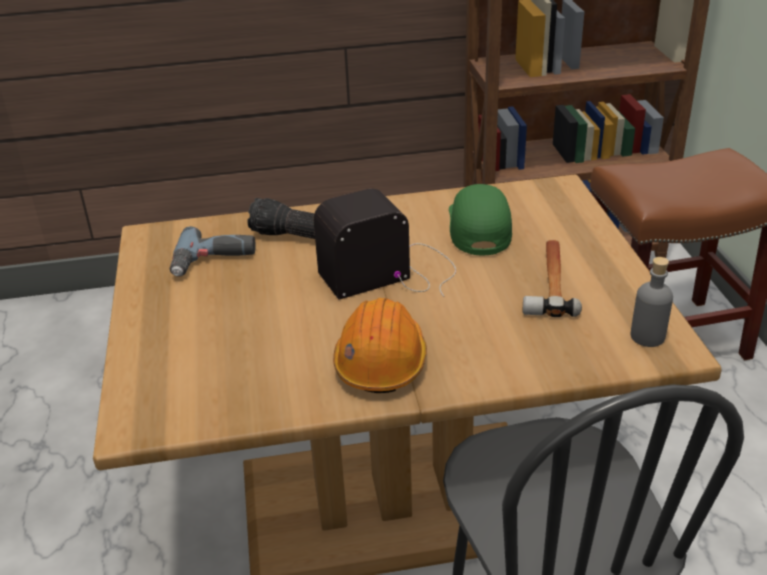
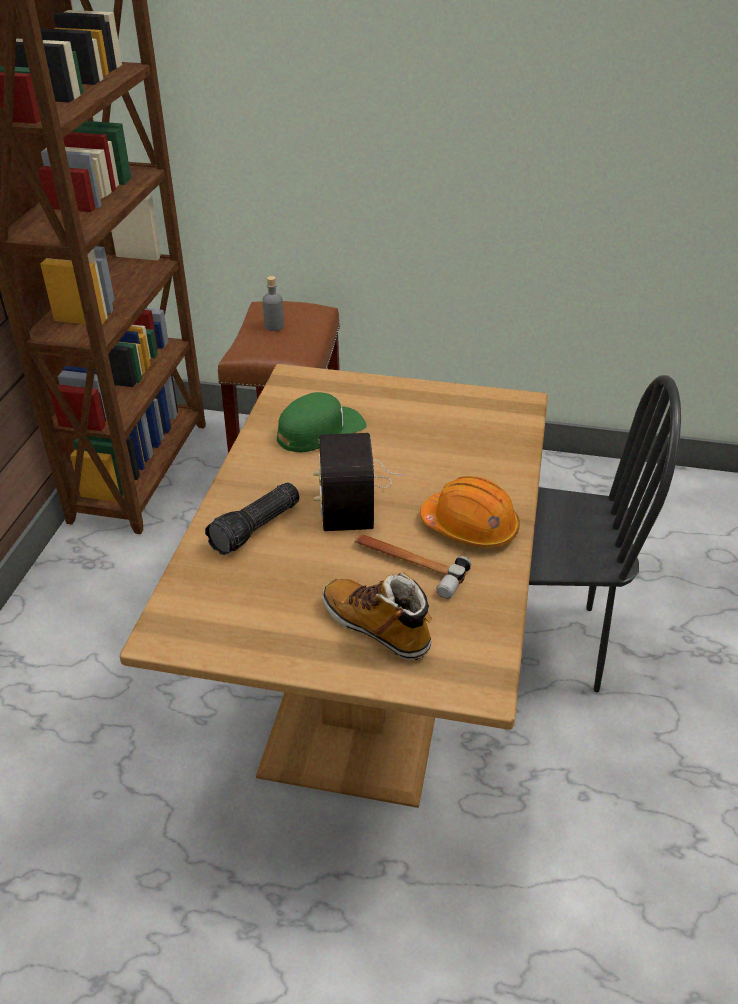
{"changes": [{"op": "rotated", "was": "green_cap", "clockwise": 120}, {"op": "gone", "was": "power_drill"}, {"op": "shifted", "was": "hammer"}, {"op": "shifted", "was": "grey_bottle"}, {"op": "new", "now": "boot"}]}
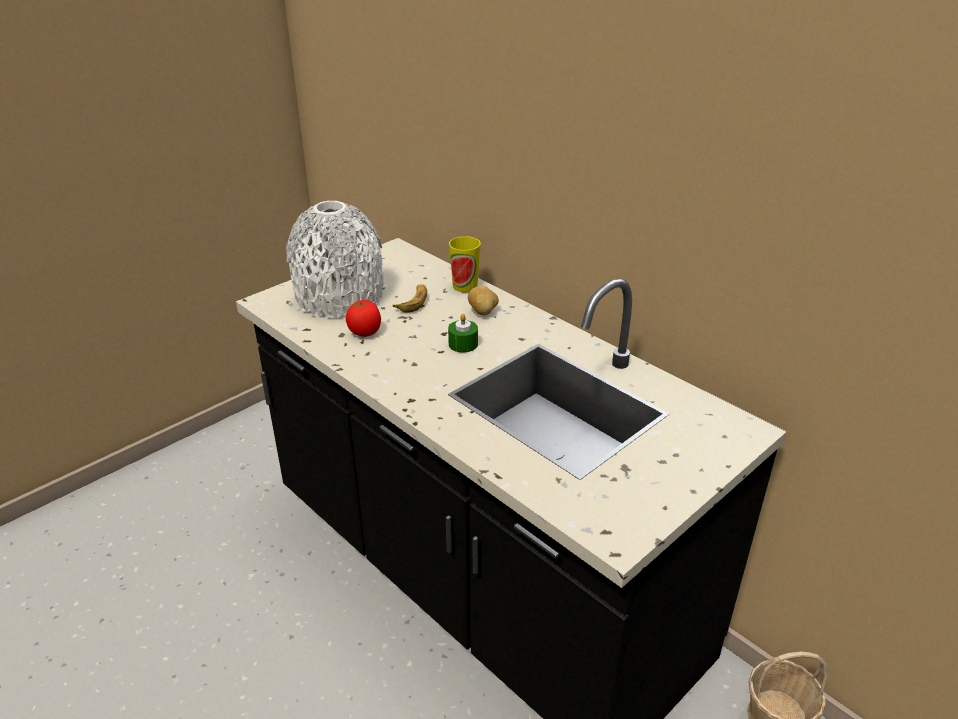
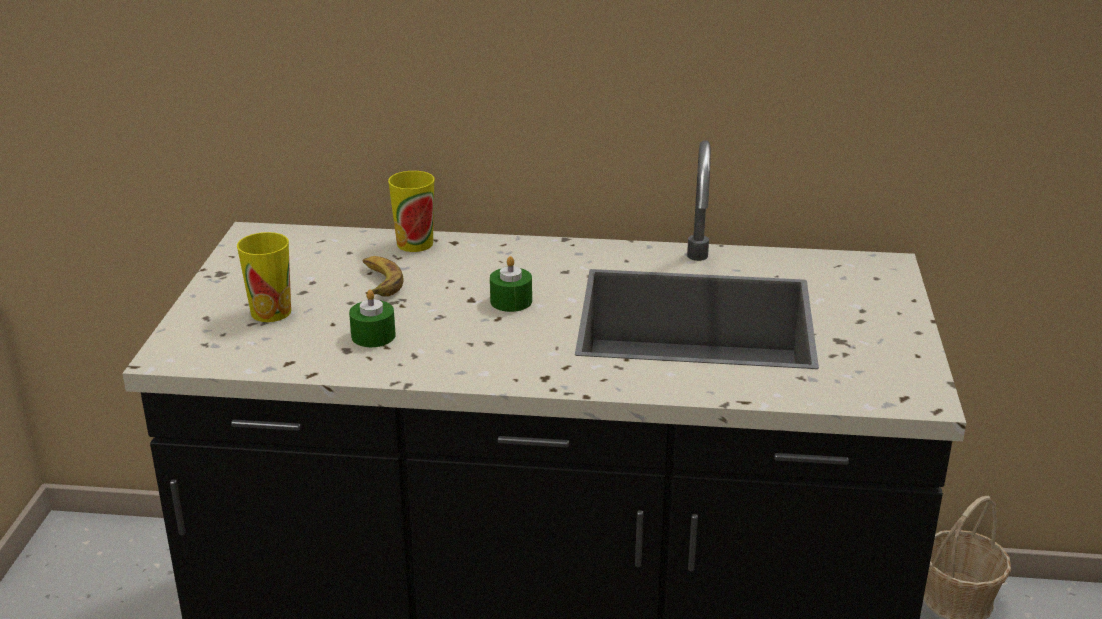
{"changes": [{"op": "swapped", "was": "white_vase", "now": "cup (no. 1 from left)"}, {"op": "gone", "was": "potato"}, {"op": "swapped", "was": "tomato", "now": "green_candle (no. 1 from left)"}]}
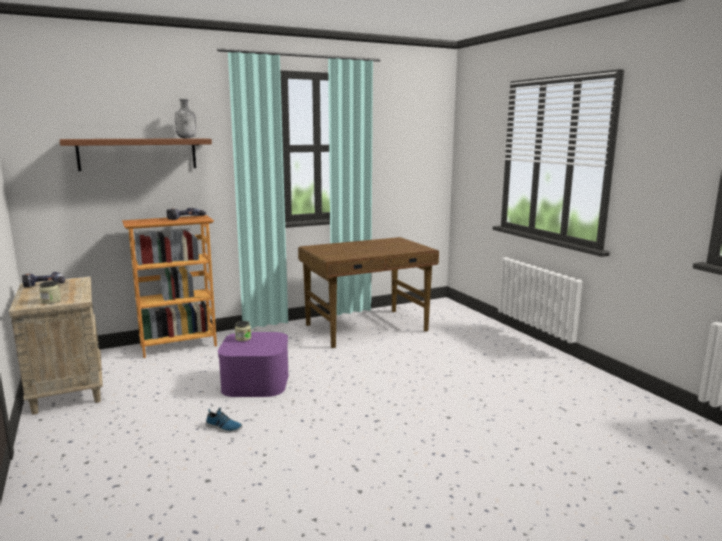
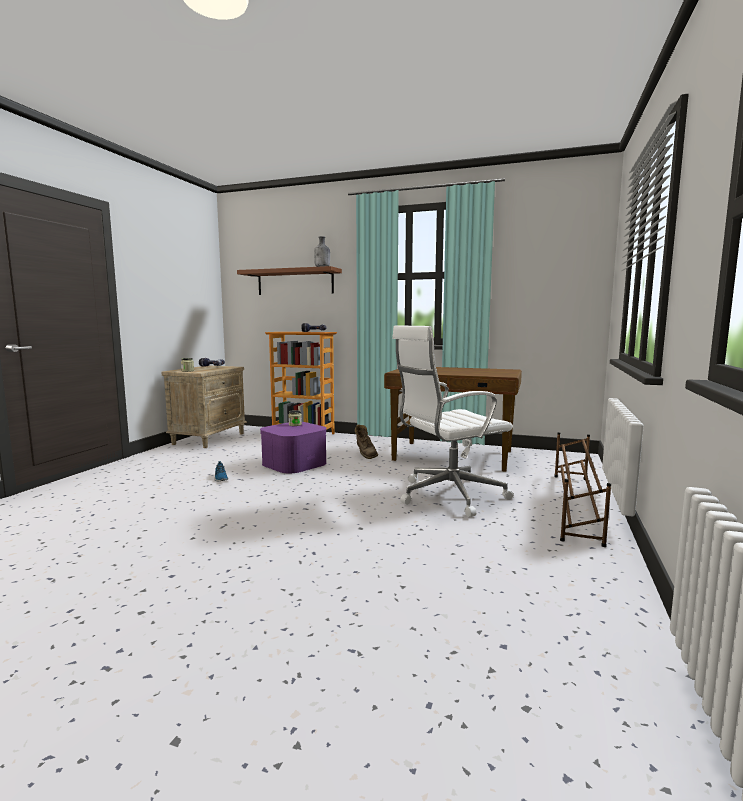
{"changes": [{"op": "new", "now": "white_office_chair"}, {"op": "new", "now": "brown_boot"}, {"op": "new", "now": "brown_shoe_rack"}]}
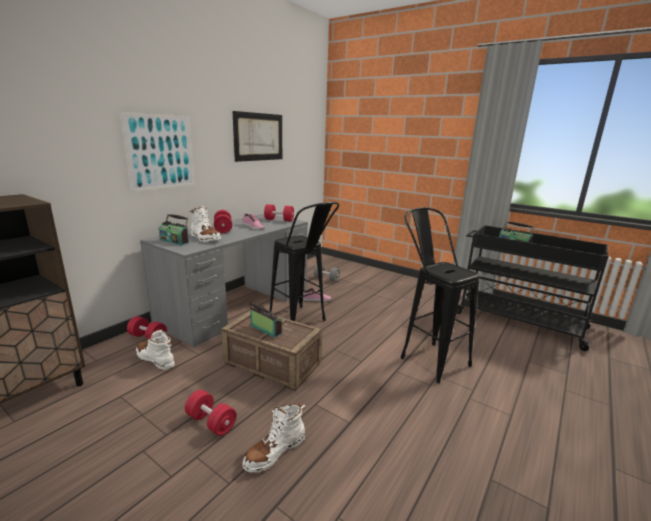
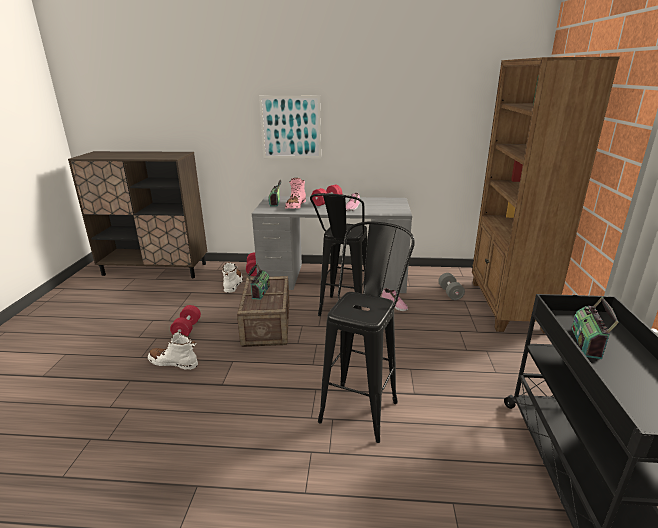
{"changes": [{"op": "gone", "was": "picture (no. 2 from left)"}, {"op": "gone", "was": "red_dumbbell (no. 4 from left)"}, {"op": "repainted", "was": "white_boot (no. 2 from left)", "now": "pink_boot"}, {"op": "new", "now": "brown_bookcase"}]}
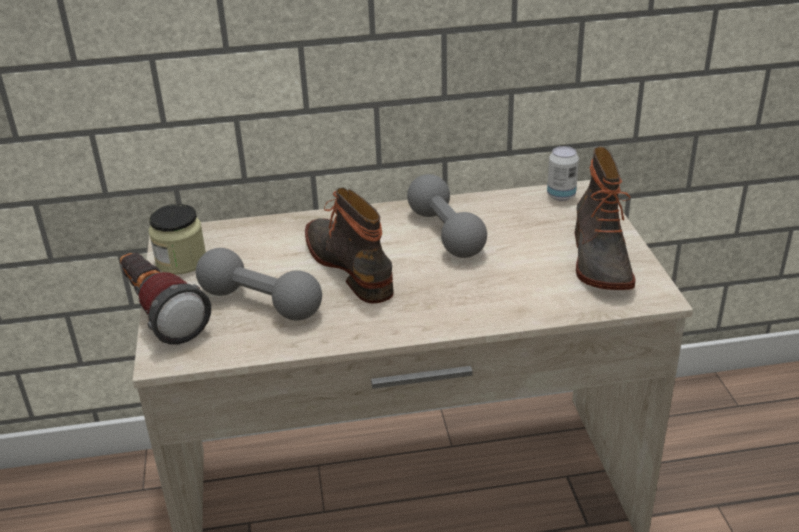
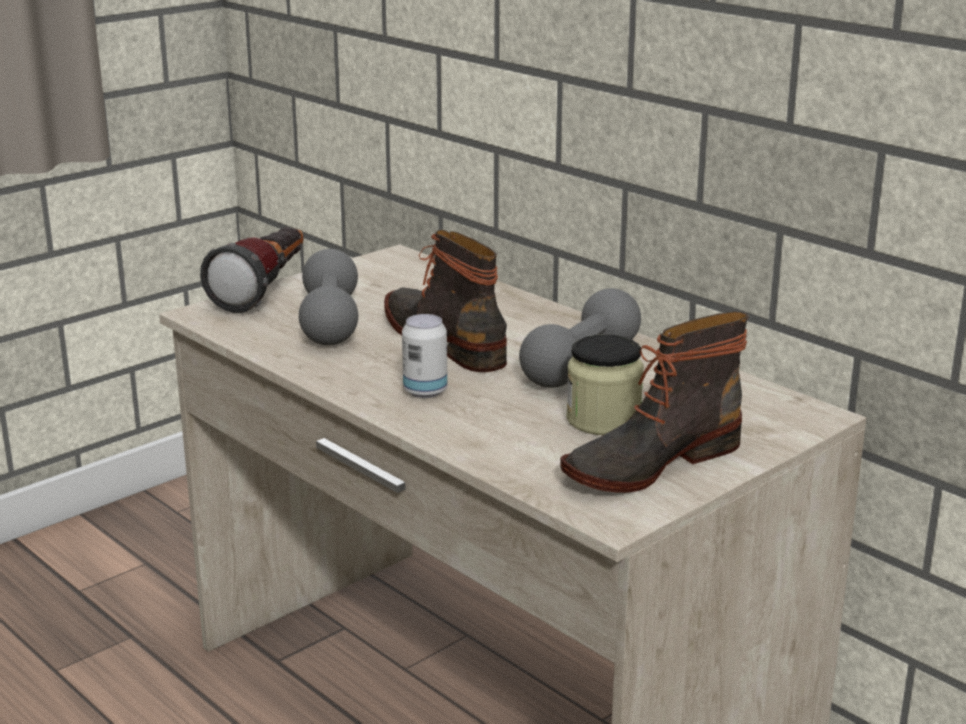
{"changes": [{"op": "shifted", "was": "can"}, {"op": "rotated", "was": "boot (no. 1 from left)", "clockwise": -60}, {"op": "shifted", "was": "jar"}]}
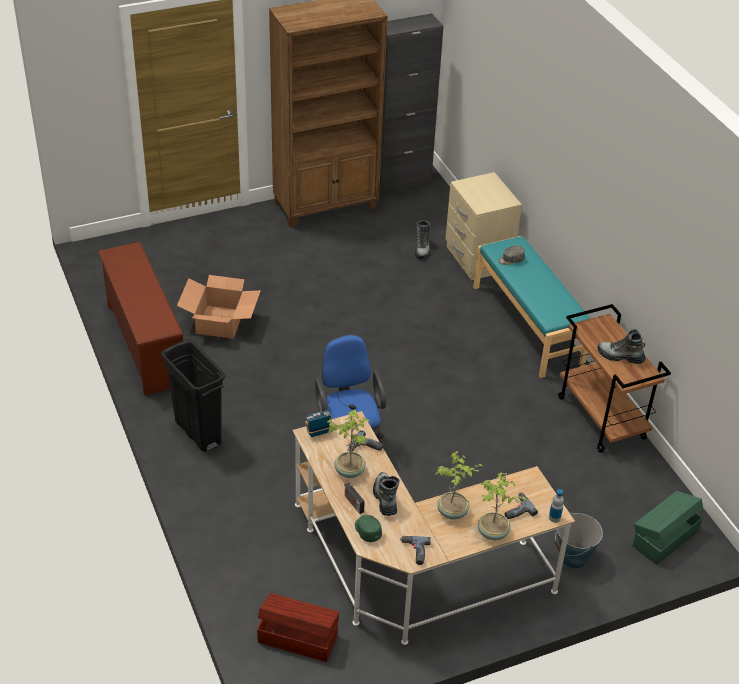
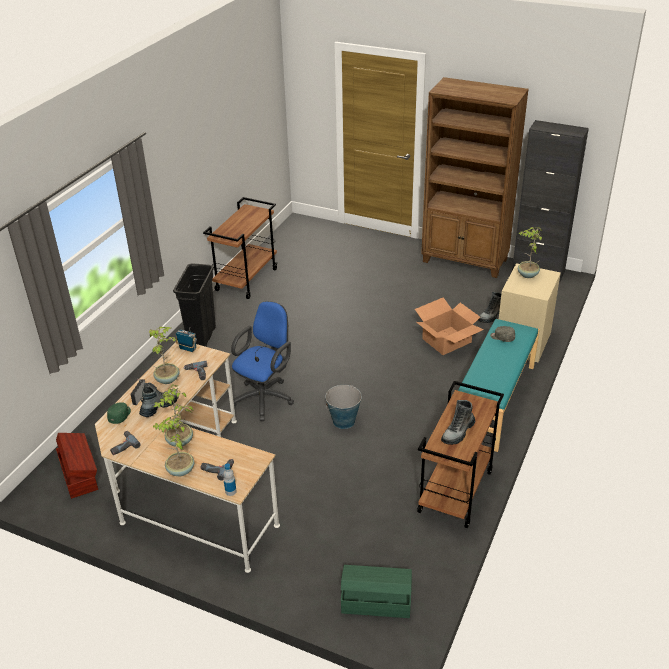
{"changes": [{"op": "swapped", "was": "brown_shoe_rack", "now": "brown_cart (no. 1 from left)"}, {"op": "shifted", "was": "cardboard_box"}, {"op": "rotated", "was": "boot (no. 3 from left in the first image)", "clockwise": -120}, {"op": "shifted", "was": "bucket"}, {"op": "new", "now": "potted_plant (no. 4 from left)"}]}
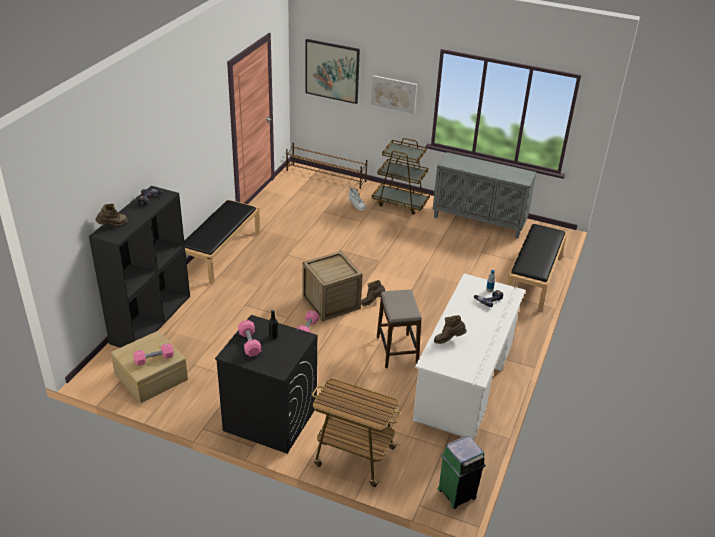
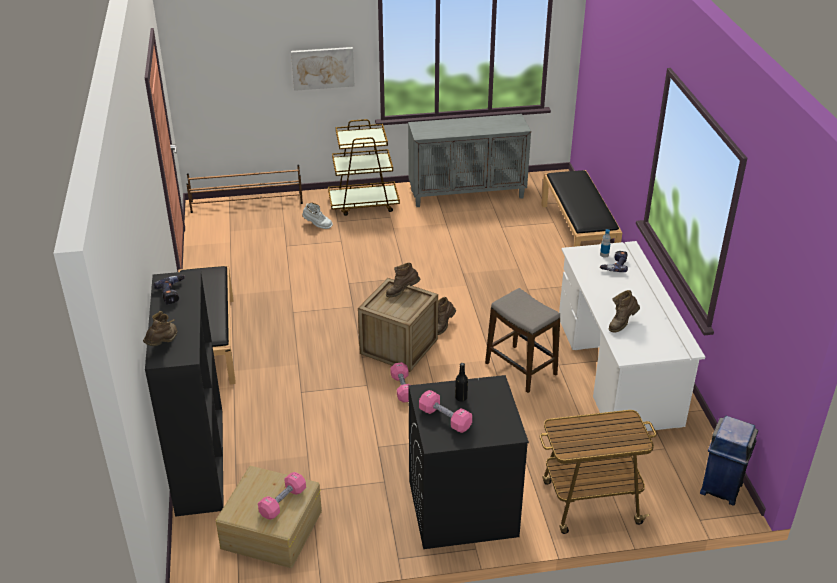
{"changes": [{"op": "gone", "was": "picture (no. 1 from left)"}, {"op": "repainted", "was": "green_trash_can", "now": "blue_trash_can"}, {"op": "new", "now": "brown_boot (no. 2 from left)"}]}
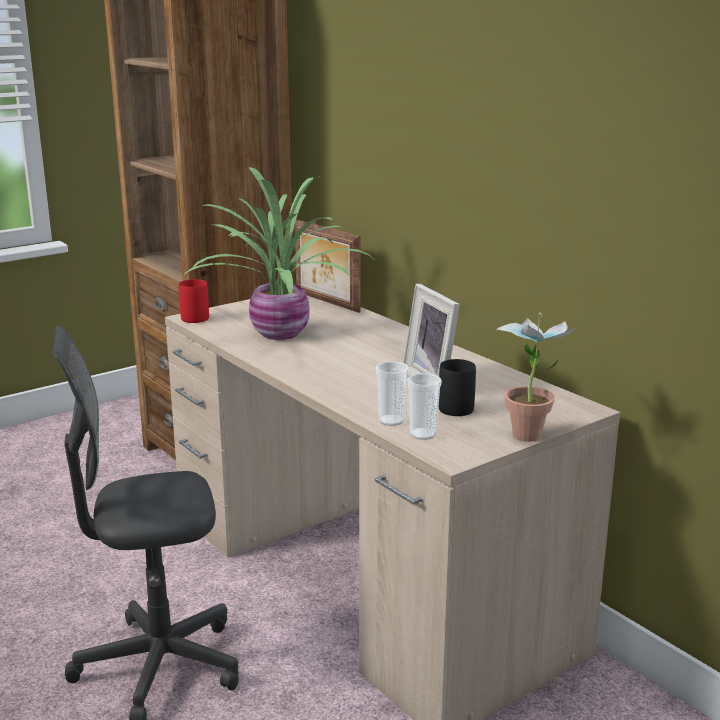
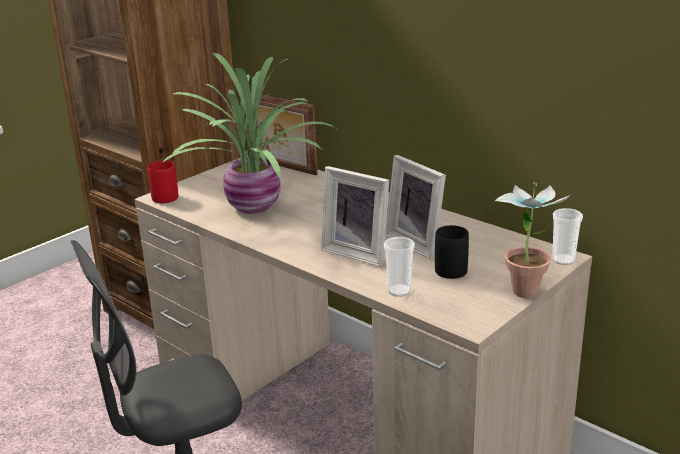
{"changes": [{"op": "shifted", "was": "cup (no. 2 from left)"}, {"op": "new", "now": "picture_frame (no. 2 from left)"}]}
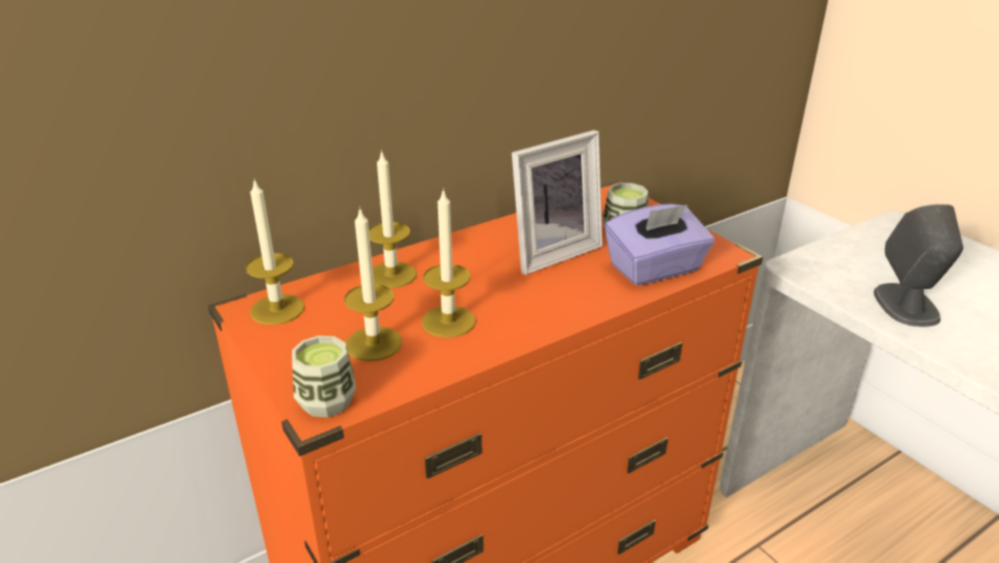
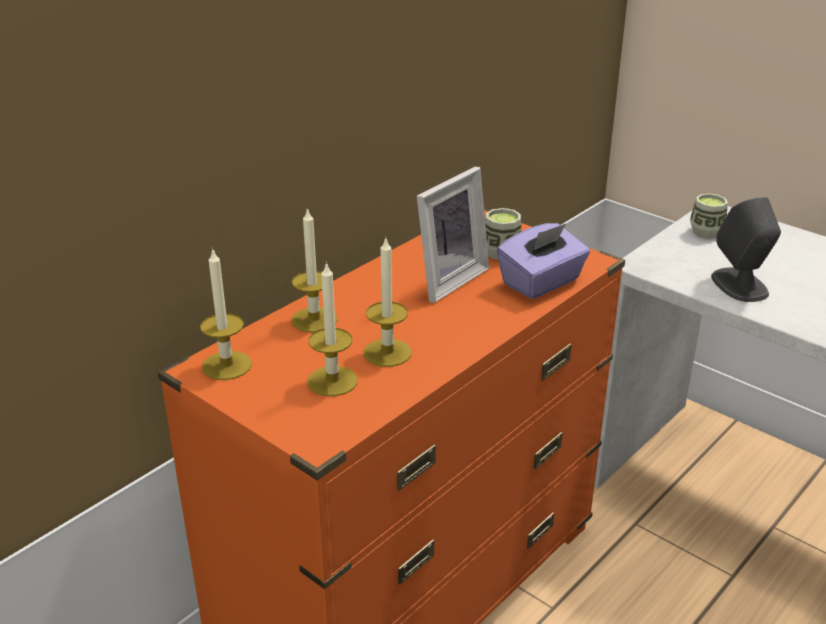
{"changes": [{"op": "shifted", "was": "cup (no. 1 from left in the first image)", "now": "cup (no. 2 from left)"}]}
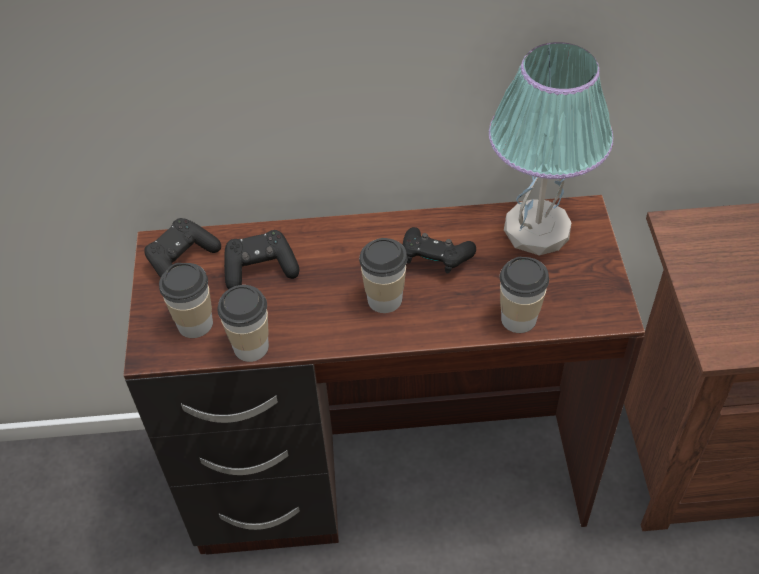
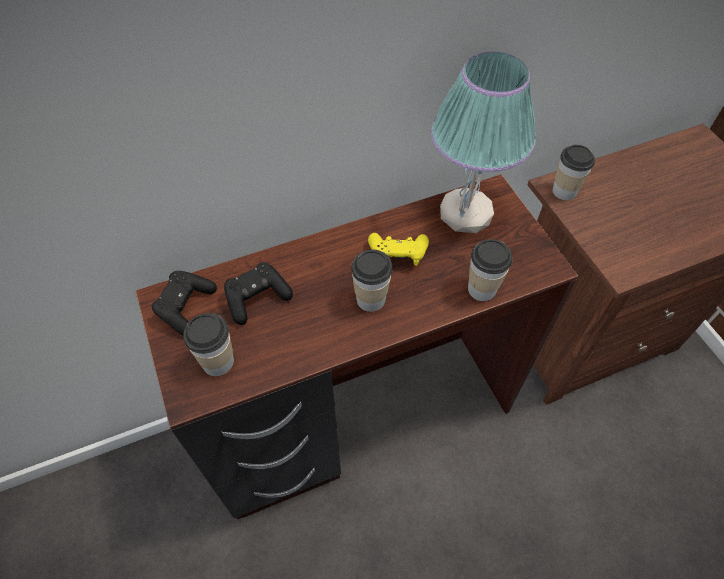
{"changes": [{"op": "repainted", "was": "black_game_controller (no. 3 from left)", "now": "yellow_game_controller"}, {"op": "shifted", "was": "cup (no. 2 from left in the first image)", "now": "cup (no. 4 from left)"}]}
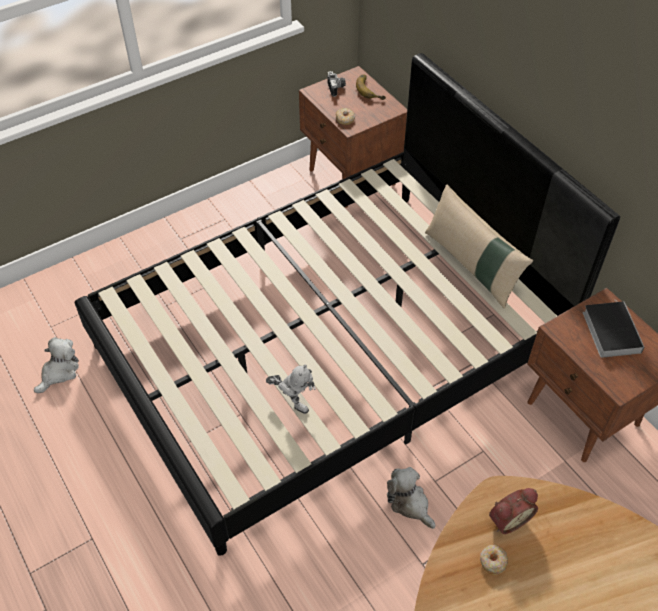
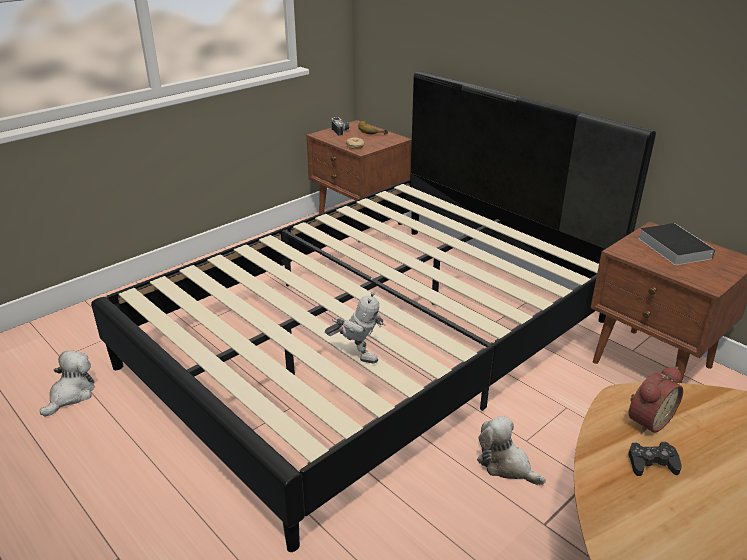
{"changes": [{"op": "gone", "was": "beige_pillow"}, {"op": "swapped", "was": "donut (no. 2 from left)", "now": "black_game_controller"}]}
